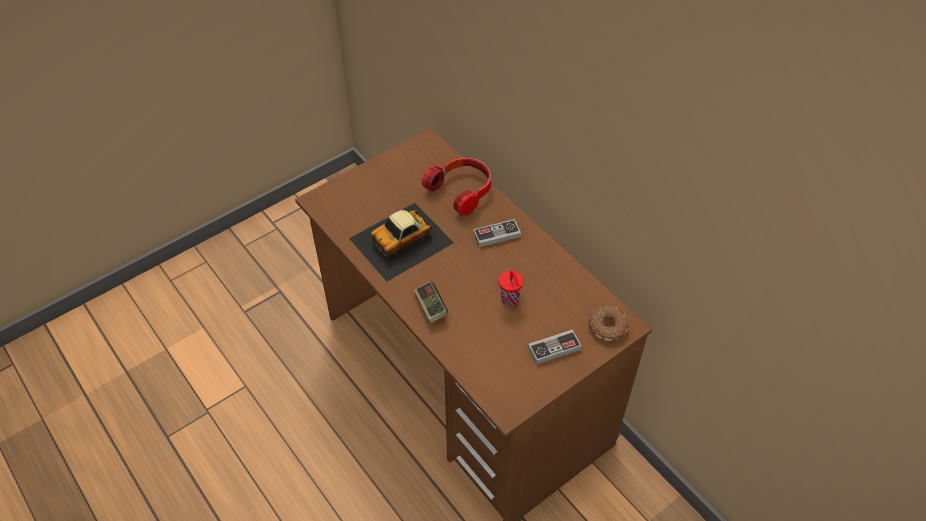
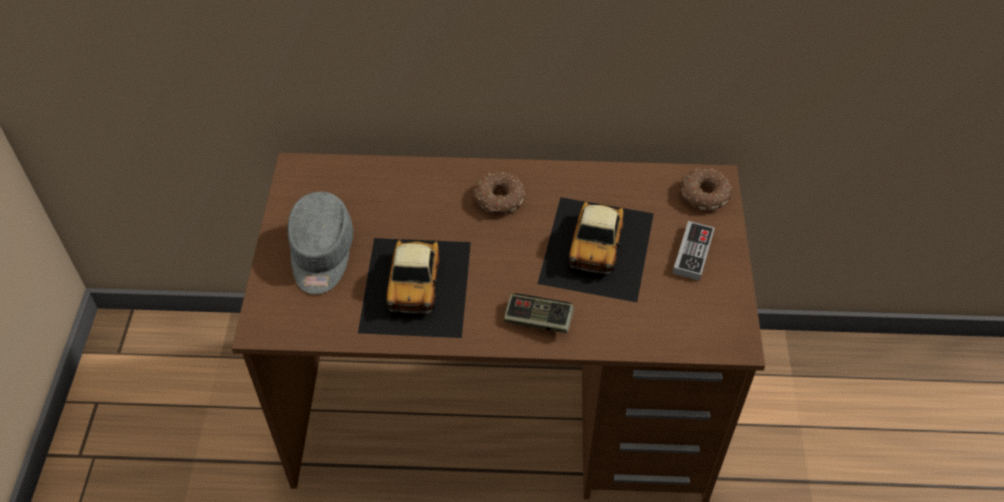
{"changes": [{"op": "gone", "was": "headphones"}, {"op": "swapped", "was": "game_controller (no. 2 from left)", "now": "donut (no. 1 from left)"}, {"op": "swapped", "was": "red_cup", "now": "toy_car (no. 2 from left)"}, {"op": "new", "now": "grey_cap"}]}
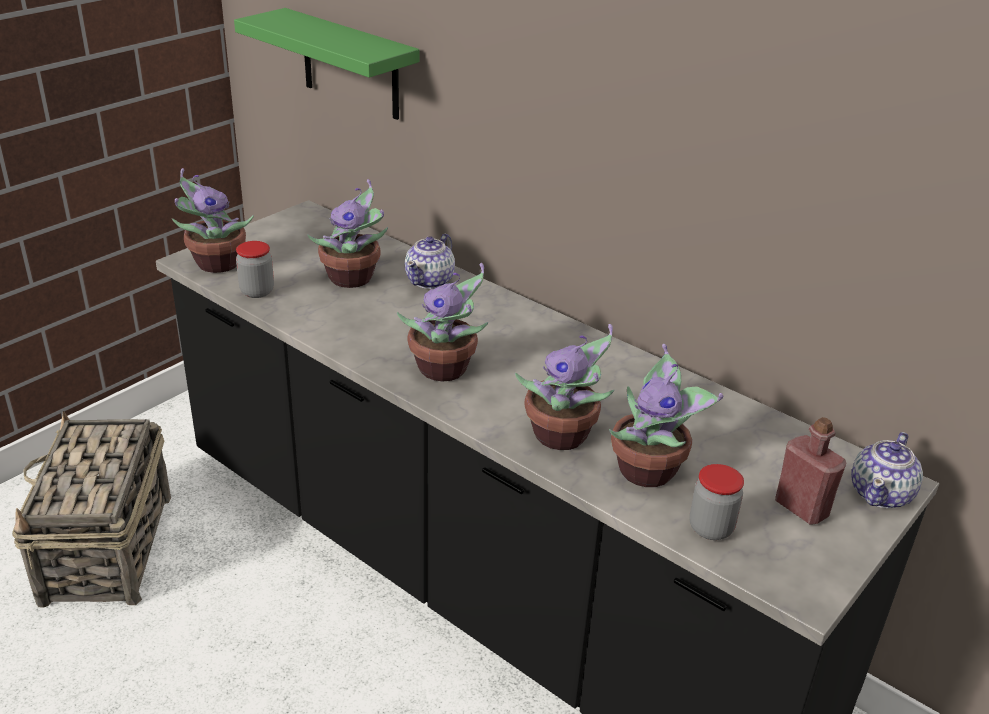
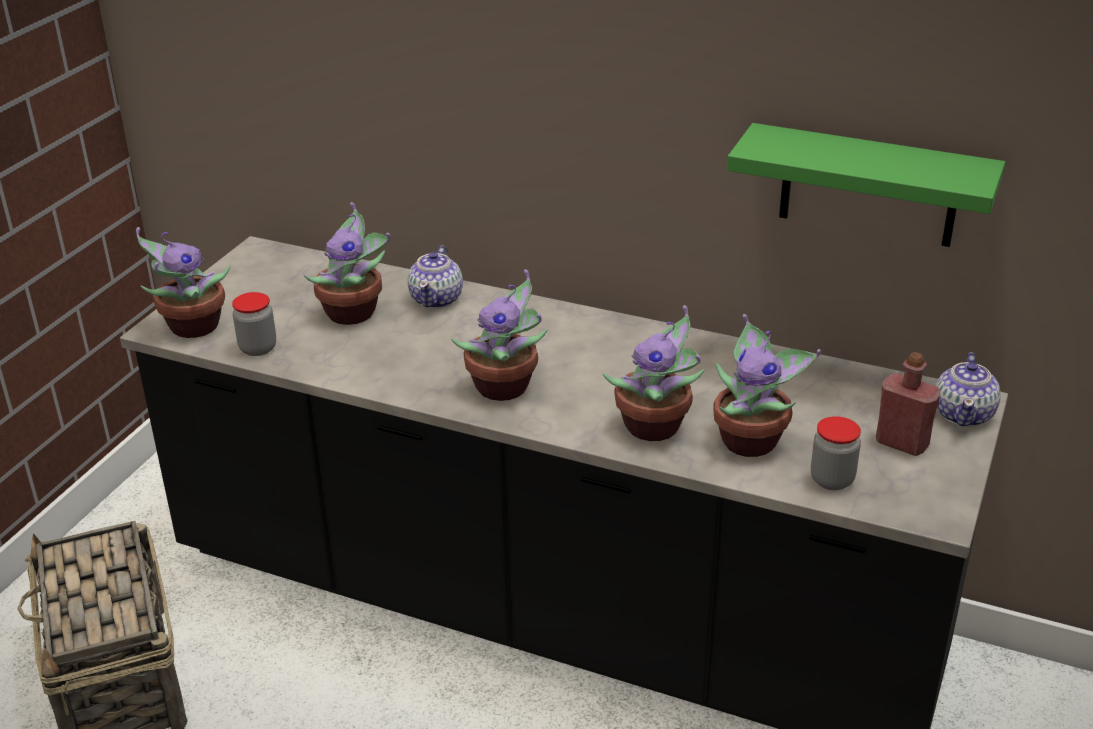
{"changes": [{"op": "shifted", "was": "green_shelf"}]}
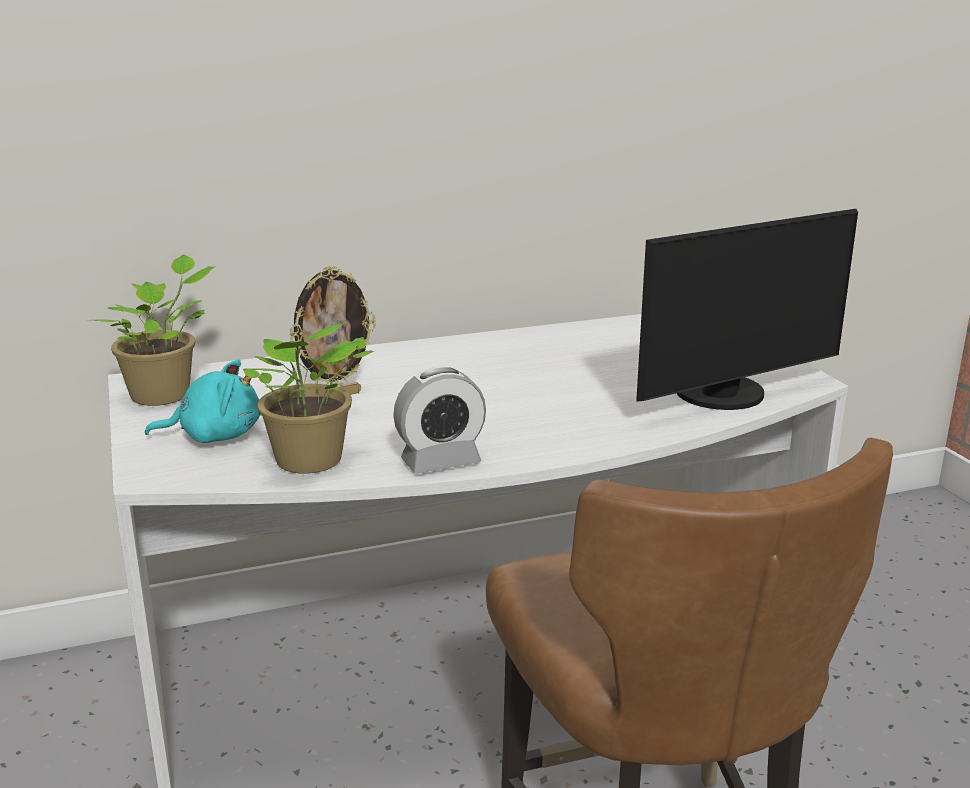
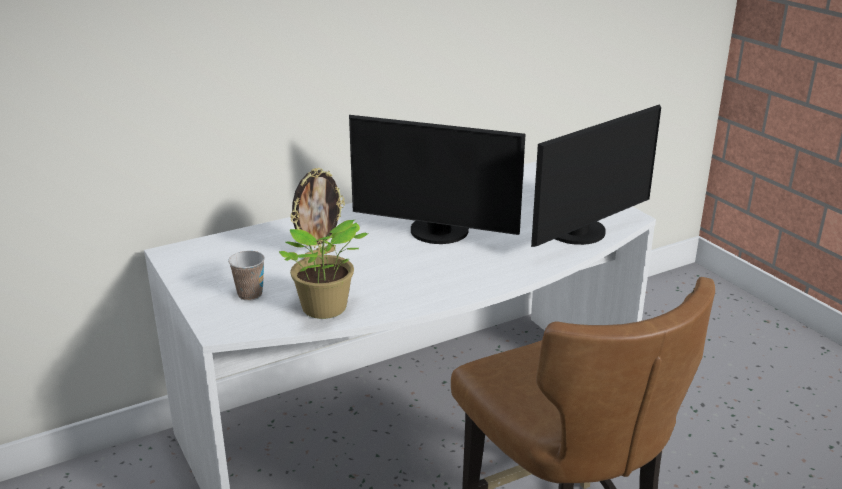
{"changes": [{"op": "gone", "was": "potted_plant (no. 1 from left)"}, {"op": "swapped", "was": "turquoise_plush_toy", "now": "cup"}, {"op": "gone", "was": "alarm_clock"}, {"op": "new", "now": "monitor (no. 1 from left)"}]}
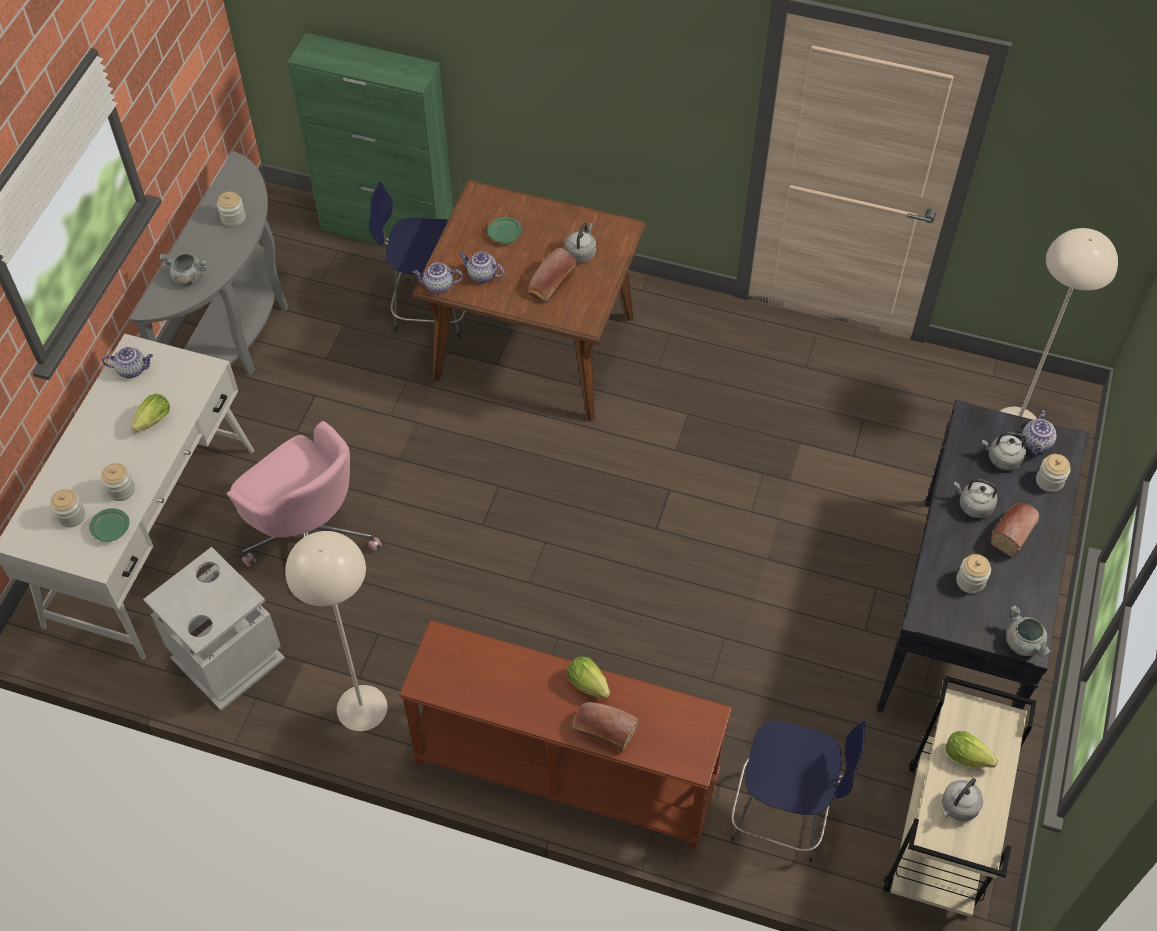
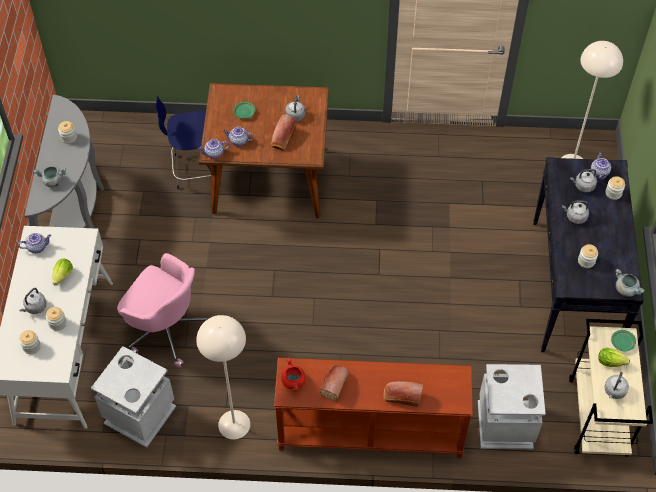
{"changes": [{"op": "gone", "was": "green_cabinet"}, {"op": "shifted", "was": "bread (no. 3 from left in the first image)", "now": "bread (no. 2 from left)"}, {"op": "shifted", "was": "green_plate (no. 1 from left in the first image)", "now": "green_plate (no. 2 from left)"}, {"op": "gone", "was": "lettuce (no. 2 from left)"}, {"op": "swapped", "was": "blue_stool (no. 2 from left)", "now": "grey_trash_can (no. 2 from left)"}, {"op": "new", "now": "grey_kettle (no. 1 from left)"}, {"op": "new", "now": "red_cooking_pot"}]}
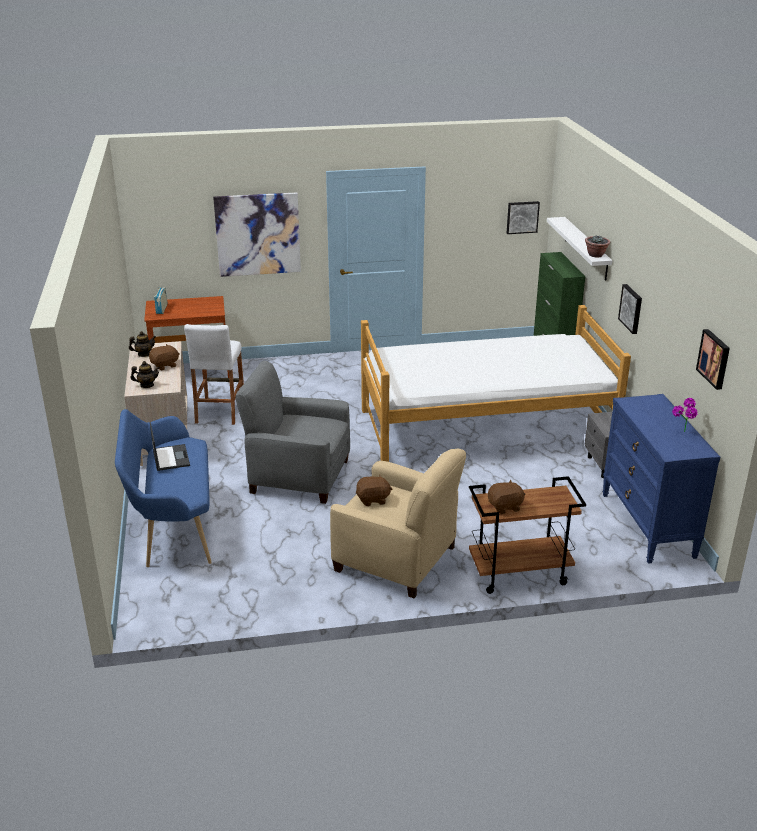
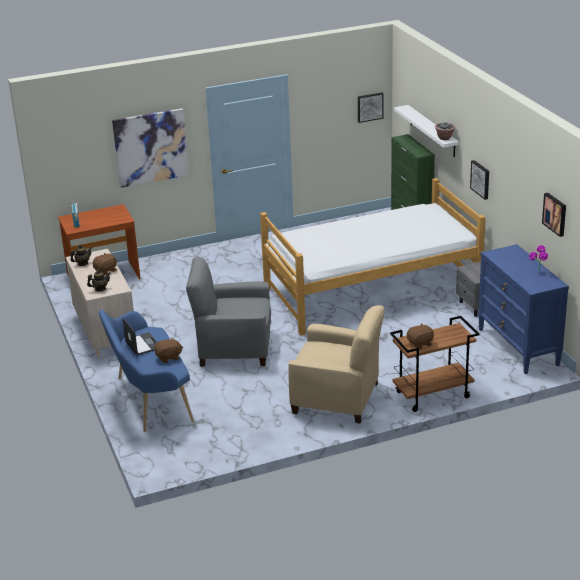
{"changes": [{"op": "gone", "was": "white_stool"}, {"op": "shifted", "was": "brown_plush_toy (no. 2 from left)"}]}
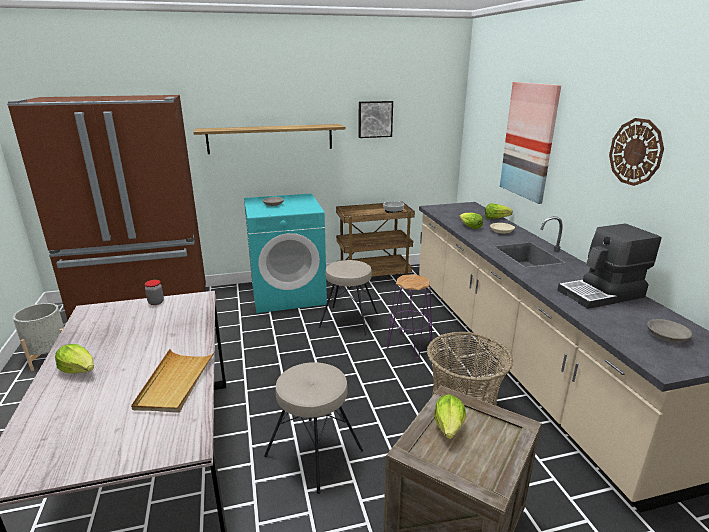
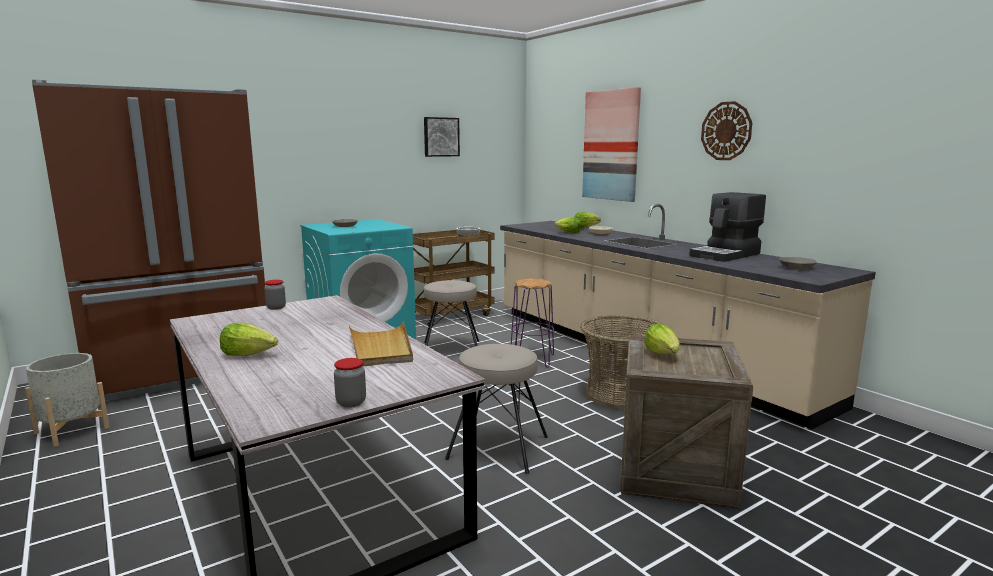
{"changes": [{"op": "gone", "was": "shelf"}, {"op": "new", "now": "jar (no. 2 from left)"}]}
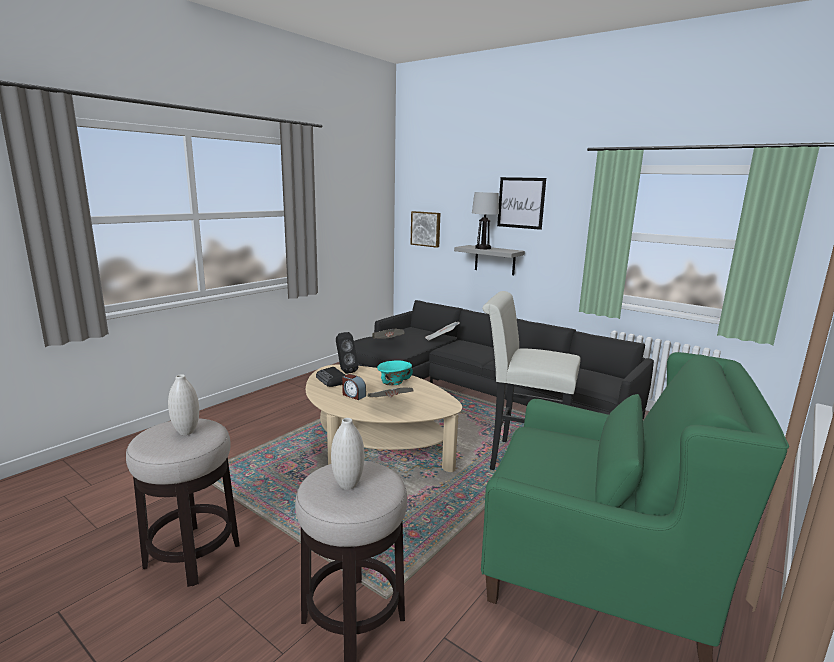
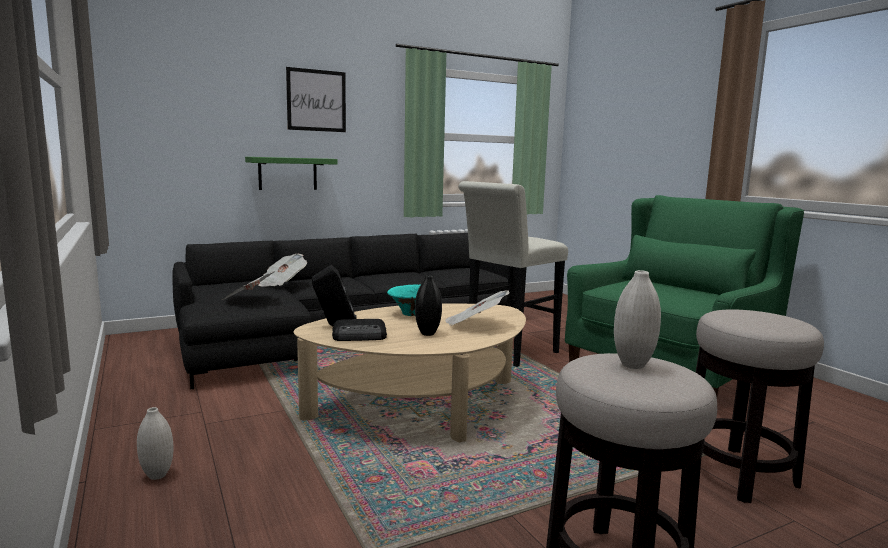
{"changes": [{"op": "gone", "was": "table_lamp"}, {"op": "gone", "was": "picture (no. 1 from left)"}, {"op": "repainted", "was": "grey_shelf", "now": "green_shelf"}, {"op": "swapped", "was": "alarm_clock", "now": "black_vase"}, {"op": "shifted", "was": "white_vase (no. 2 from left in the first image)", "now": "white_vase (no. 1 from left)"}]}
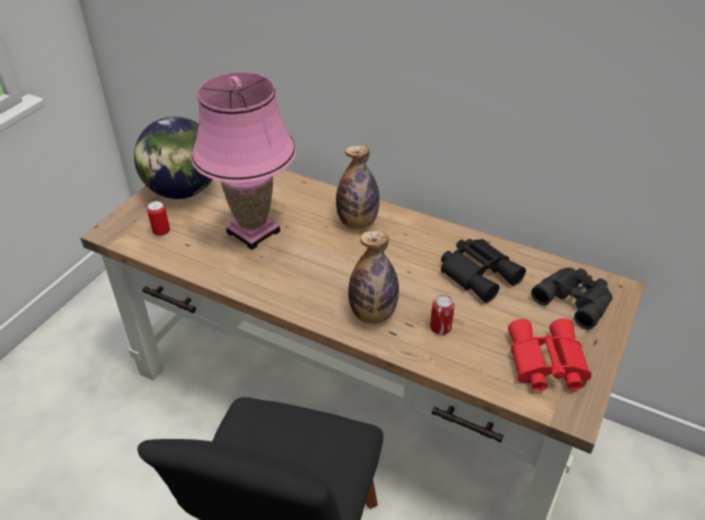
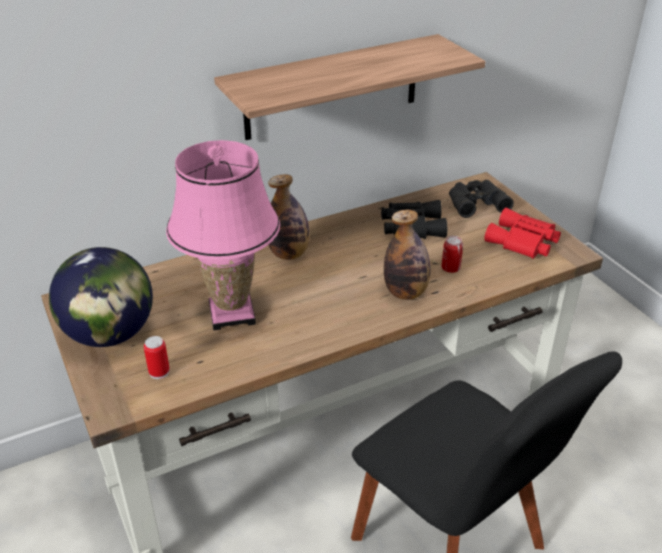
{"changes": [{"op": "new", "now": "shelf"}]}
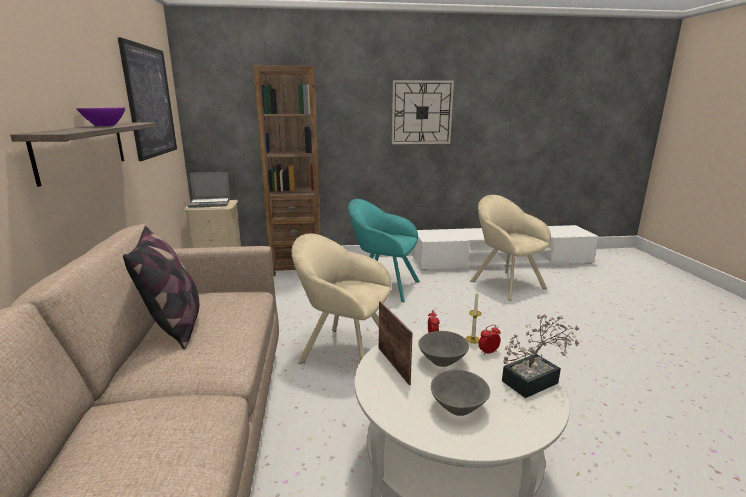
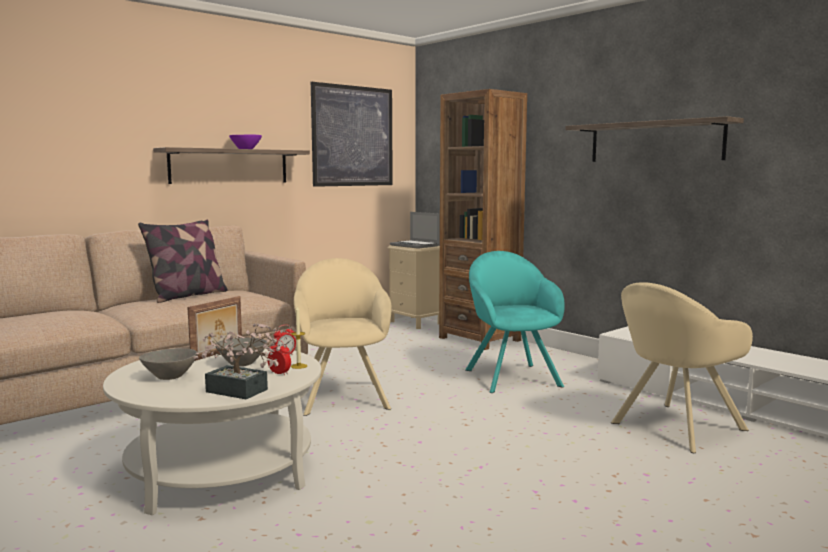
{"changes": [{"op": "swapped", "was": "wall_clock", "now": "shelf (no. 2 from left)"}, {"op": "rotated", "was": "beige_armchair (no. 2 from left)", "clockwise": -150}]}
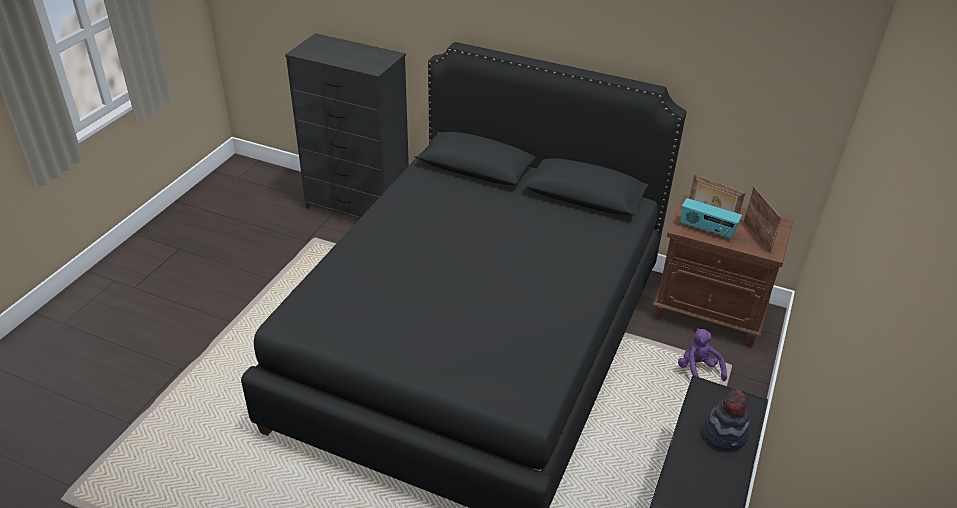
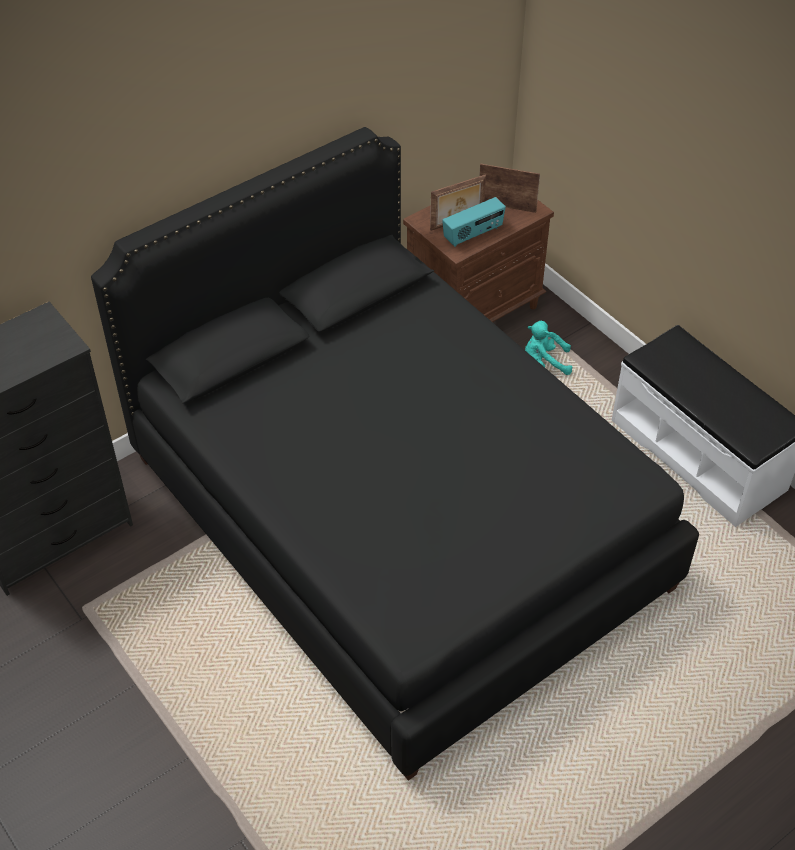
{"changes": [{"op": "repainted", "was": "purple_plush_toy", "now": "turquoise_plush_toy"}, {"op": "gone", "was": "hat"}]}
